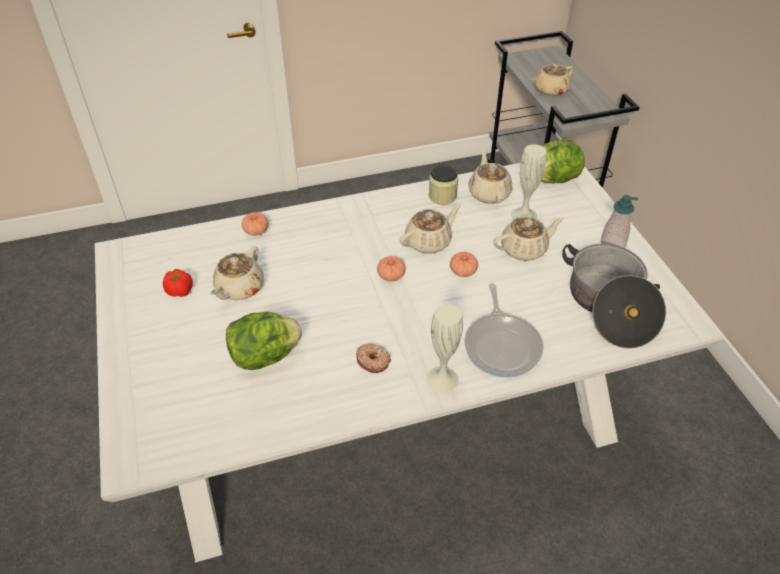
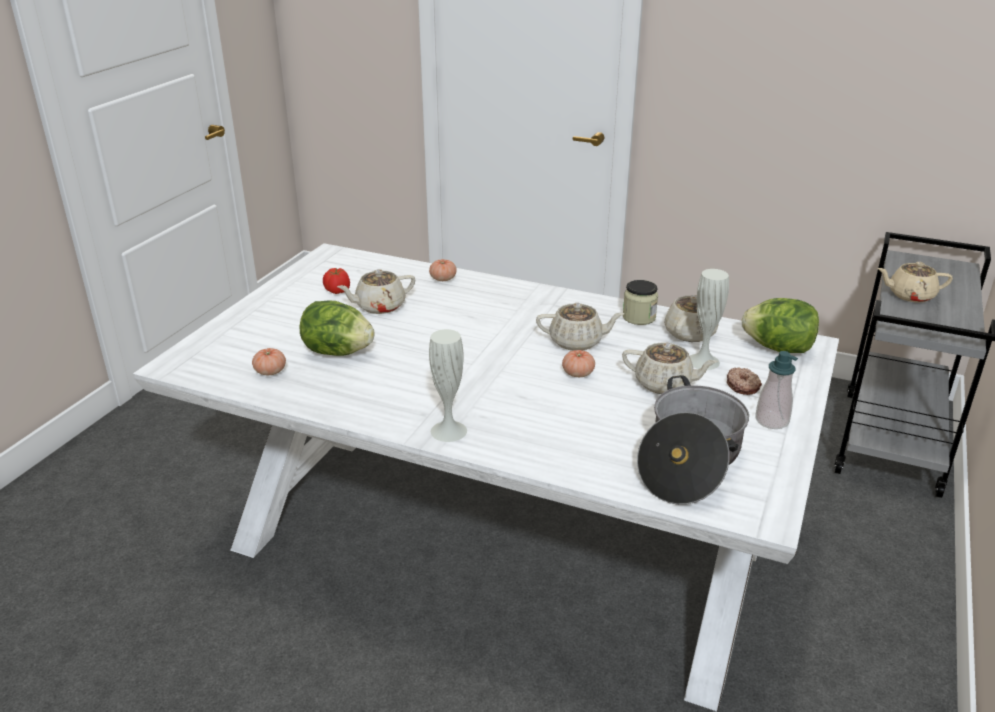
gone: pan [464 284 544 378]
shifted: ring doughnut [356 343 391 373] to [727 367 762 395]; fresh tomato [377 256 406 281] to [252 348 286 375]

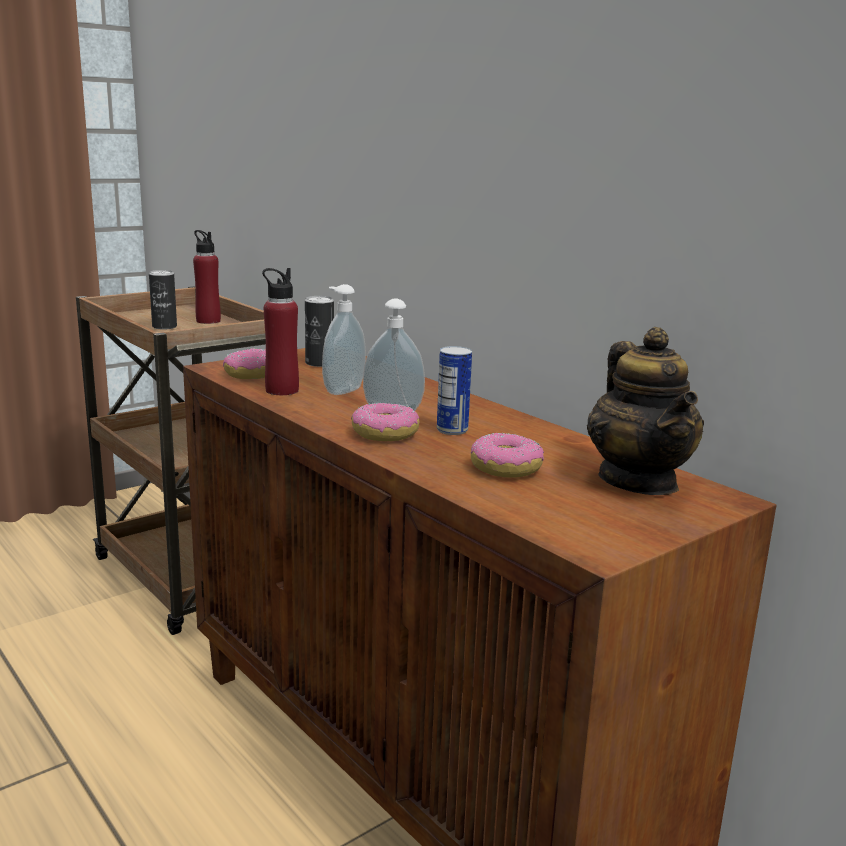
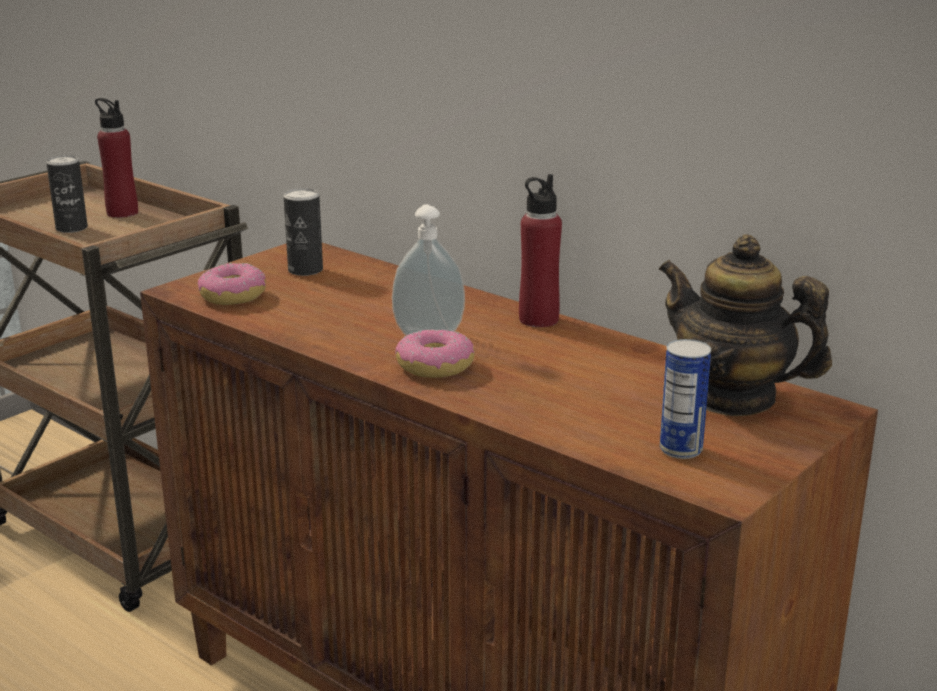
gone: soap bottle [322 284 366 395]; ring doughnut [471 433 544 478]
shifted: beverage bottle in reddish [262 268 299 395] to [519 174 562 327]; can [437 346 472 435] to [660 339 711 459]
rotated: tea pot [587 327 704 495] = [658 234 832 416] 150 degrees clockwise

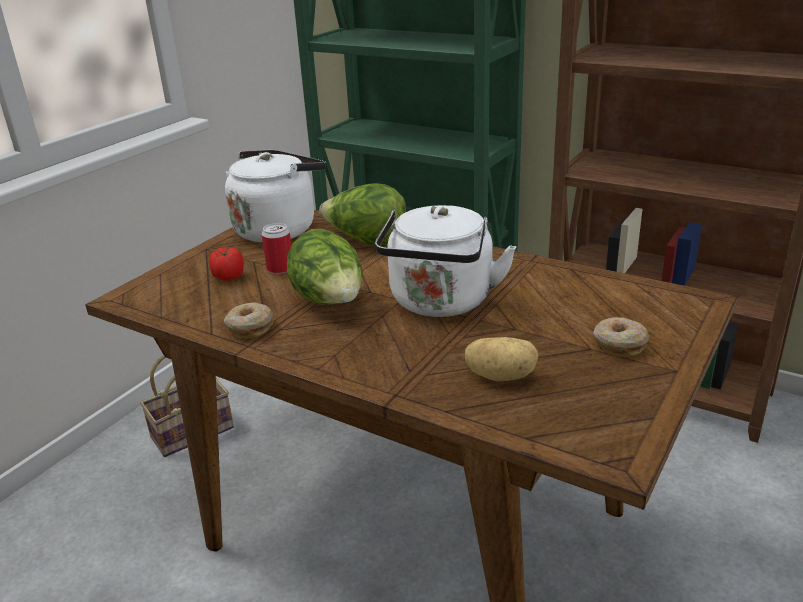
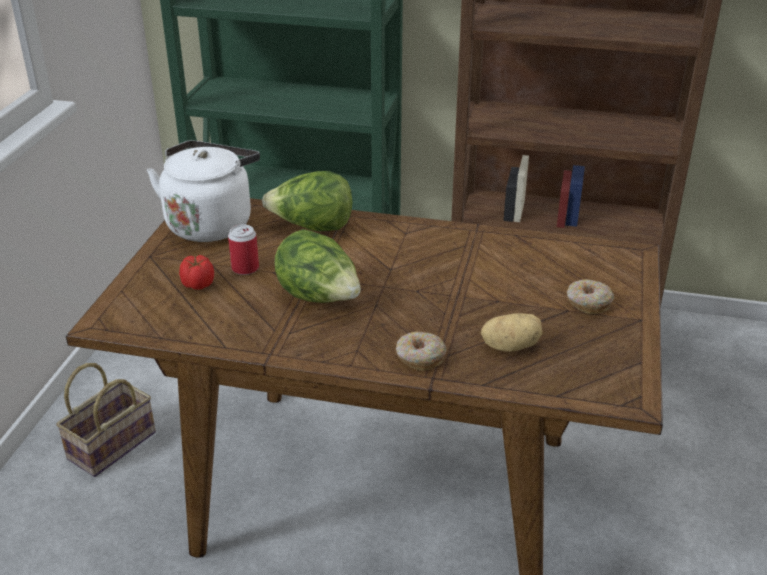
gone: water kettle in white [375 205 517 317]
shifted: ring doughnut [224 302 273 338] to [396 331 447 371]

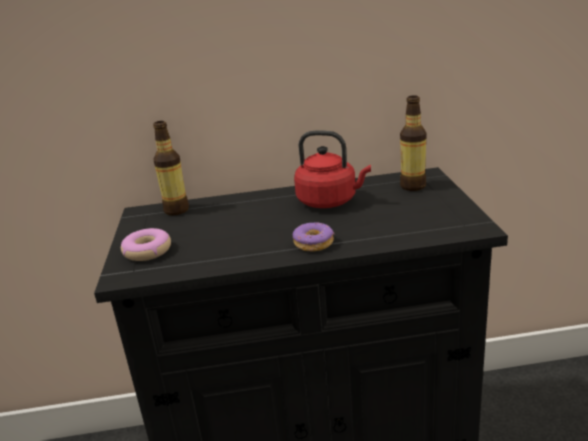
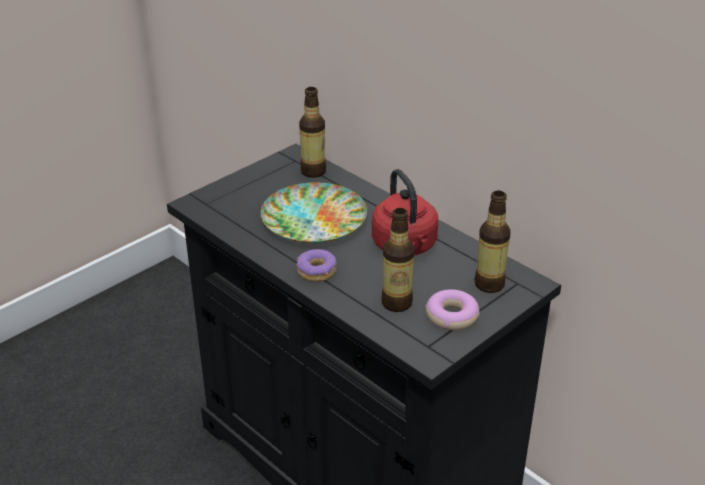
new: plate [261 182 367 244]; beverage bottle [381 208 415 312]
shifted: ring doughnut [121 228 171 261] to [425 289 480 330]

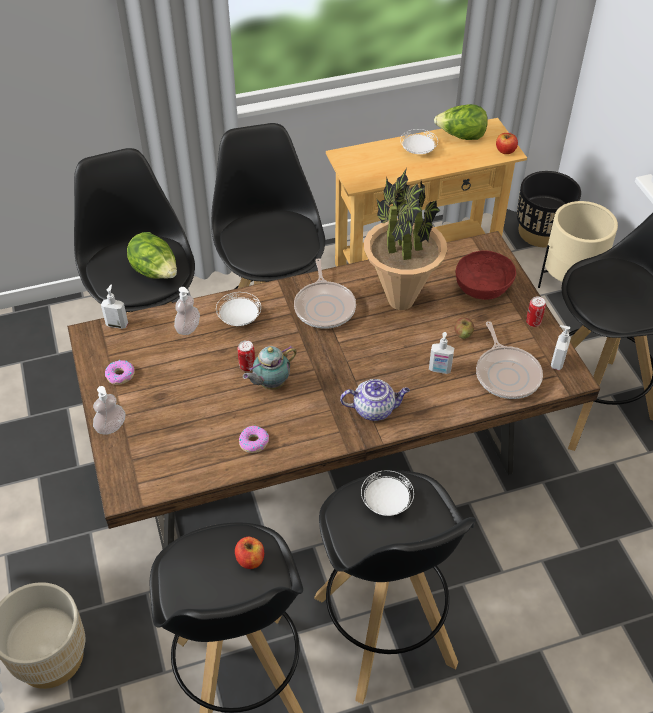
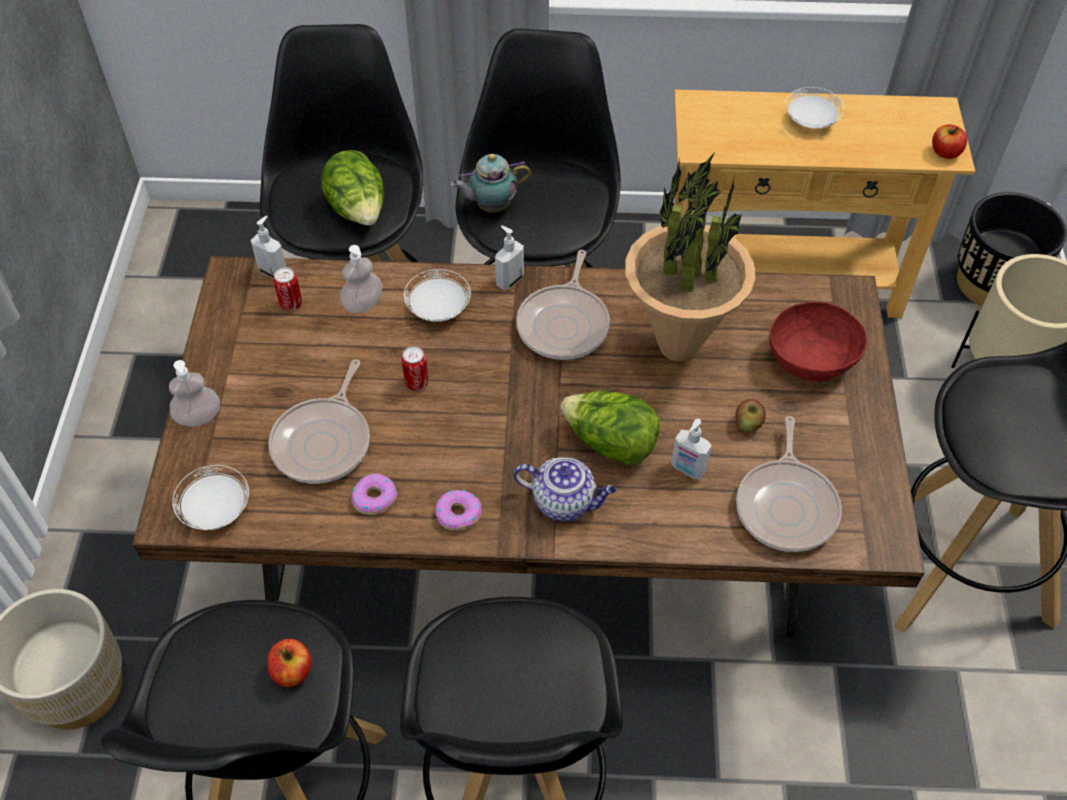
new: pan [268 359 370 484]
shifted: ring doughnut [105 360 135 385] to [435 490 481 531]; tea pot [243 346 297 390] to [451 154 531 213]; plate in white [361 470 414 516] to [172 465 249 530]; lettuce [434 104 488 140] to [561 390 660 465]; can [526 297 546 327] to [273 267 302 311]; soap bottle [551 325 571 370] to [495 225 524 290]

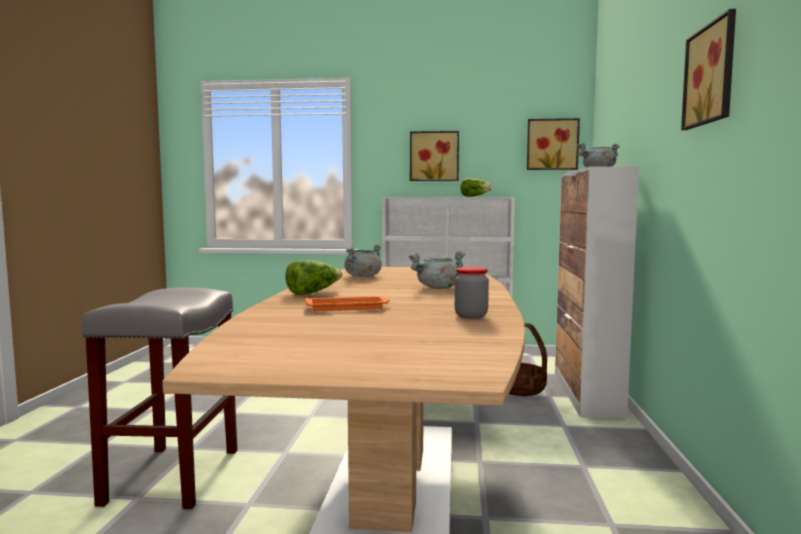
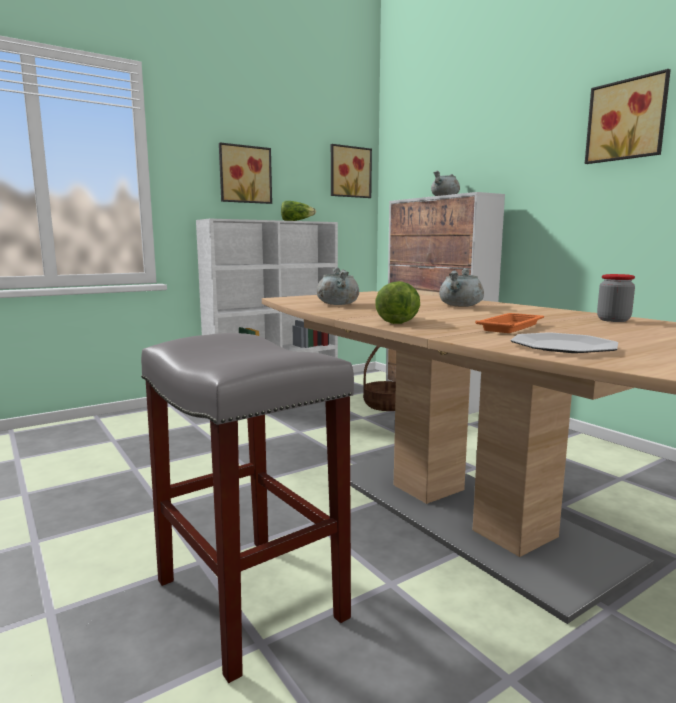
new: plate [510 332 618 353]

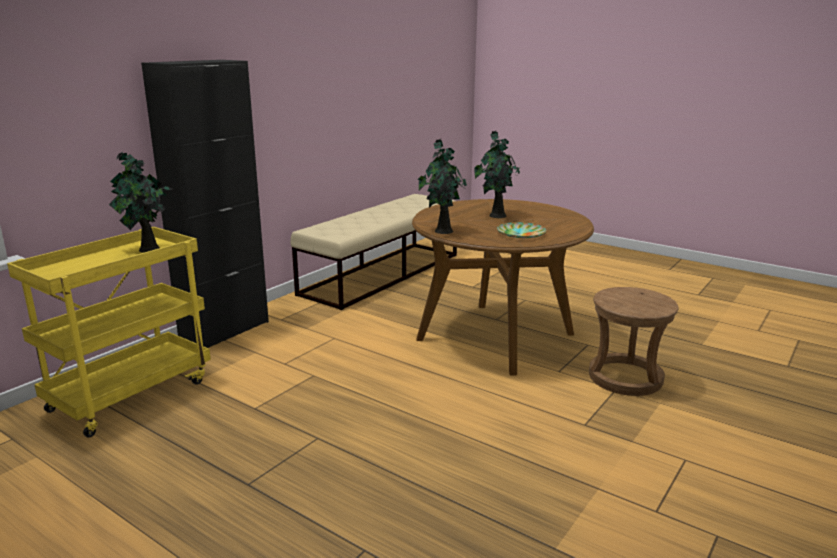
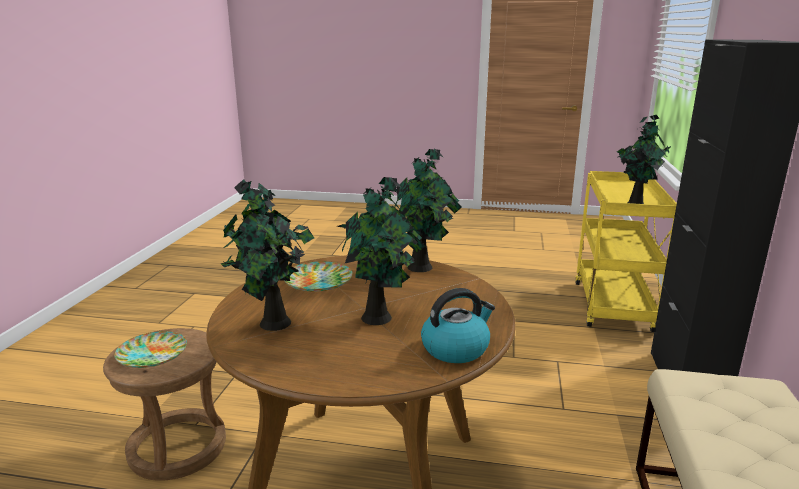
new: plate [114 331 187 368]; potted plant [221 179 314 331]; water kettle [421 288 495 363]

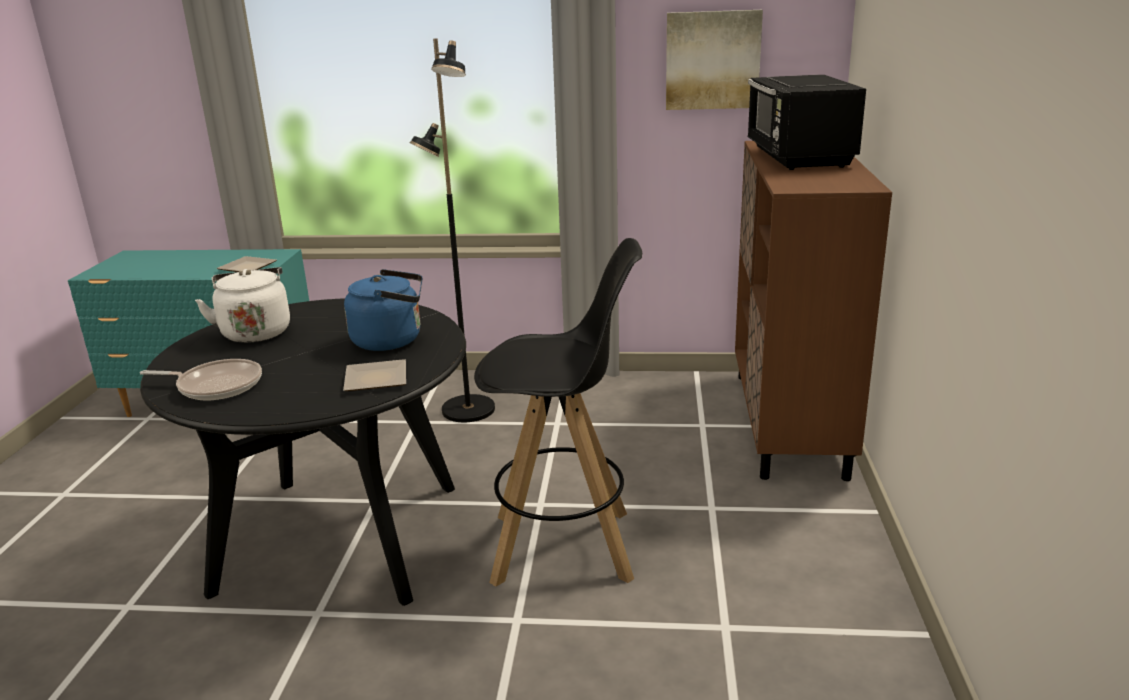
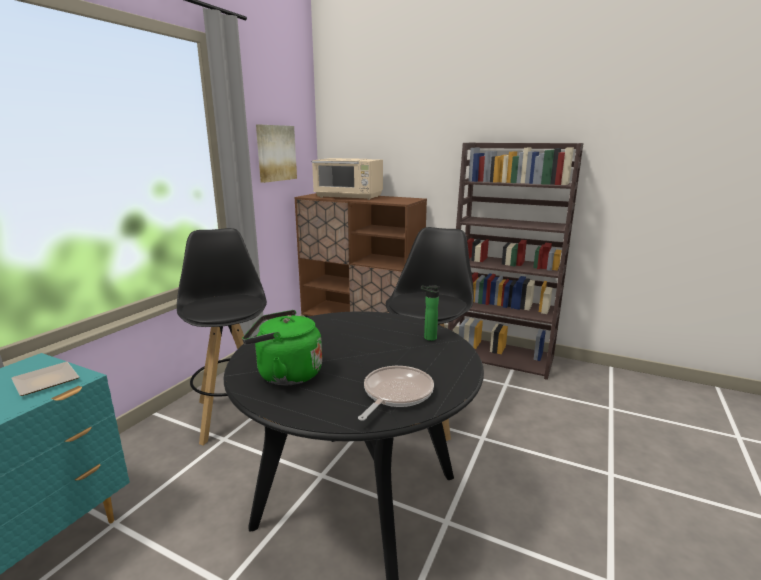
gone: water kettle in bluish [344 269 422 351]
new: bookshelf in brown-coloured [448 143 583 380]
swapped: plate [343 359 406 391] to beverage bottle [421 285 440 341]; standing lamp in black-coloured [409 38 495 422] to stool in black-coloured [177 228 267 445]
repainted: water kettle in white [195 267 290 343] to water kettle in greenish [242 310 322 385]; kitchen microwave in black-coloured [747 75 866 170] to kitchen microwave in sand-coloured [312 158 383 200]

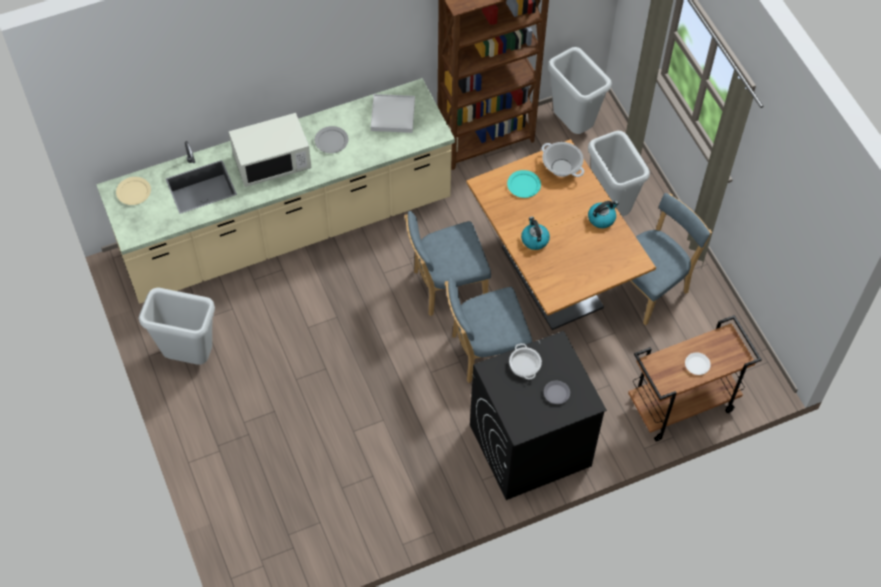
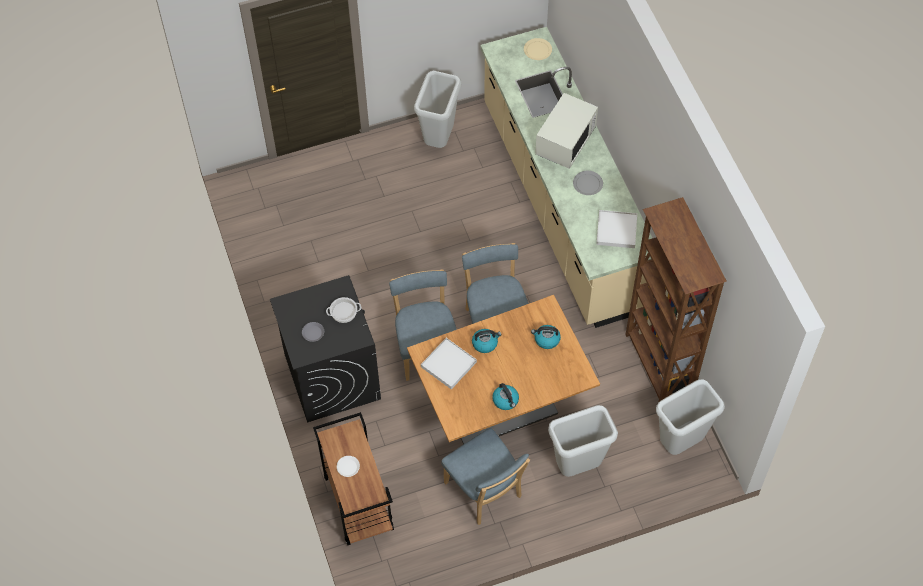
gone: cooking pot [542 142 584 177]
new: serving tray in white [421 338 477 389]
swapped: plate in turquoise [507 170 541 198] to water kettle [531 325 561 349]
rotated: kitchen microwave in white [229 113 311 187] = [535 93 598 169] 135 degrees counterclockwise

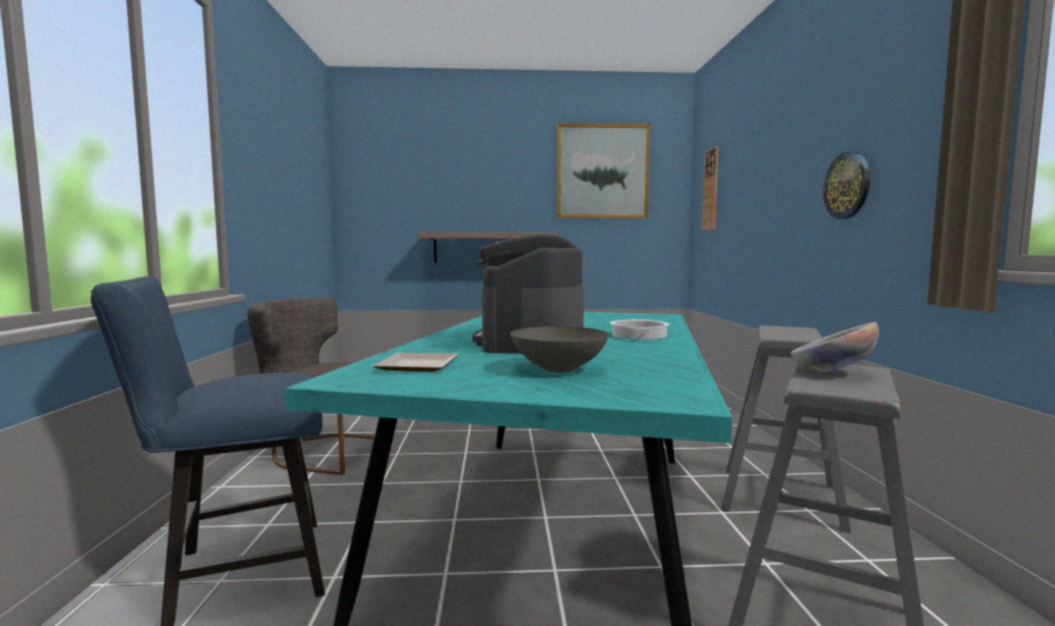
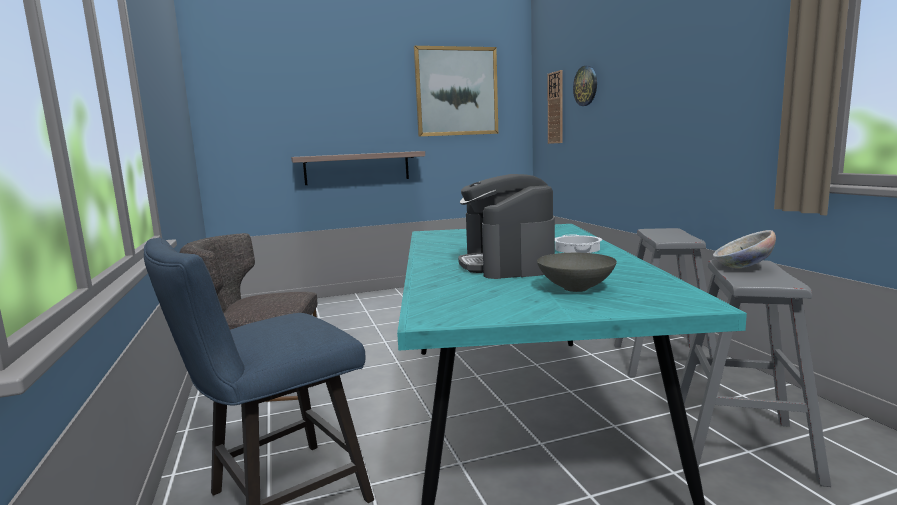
gone: plate [373 353 458 372]
shifted: wall clock [823 152 870 219] to [573 66 597 106]

